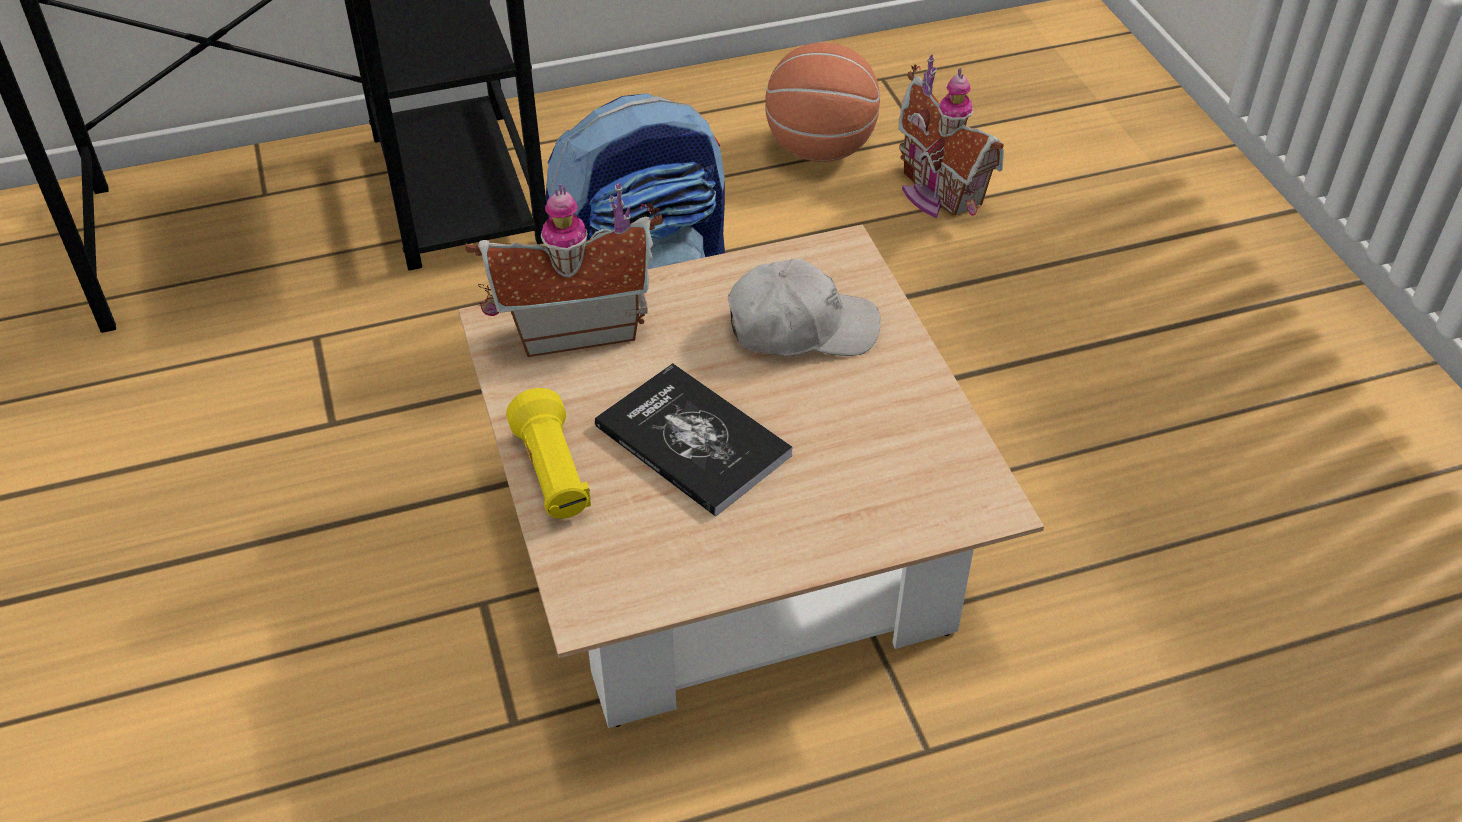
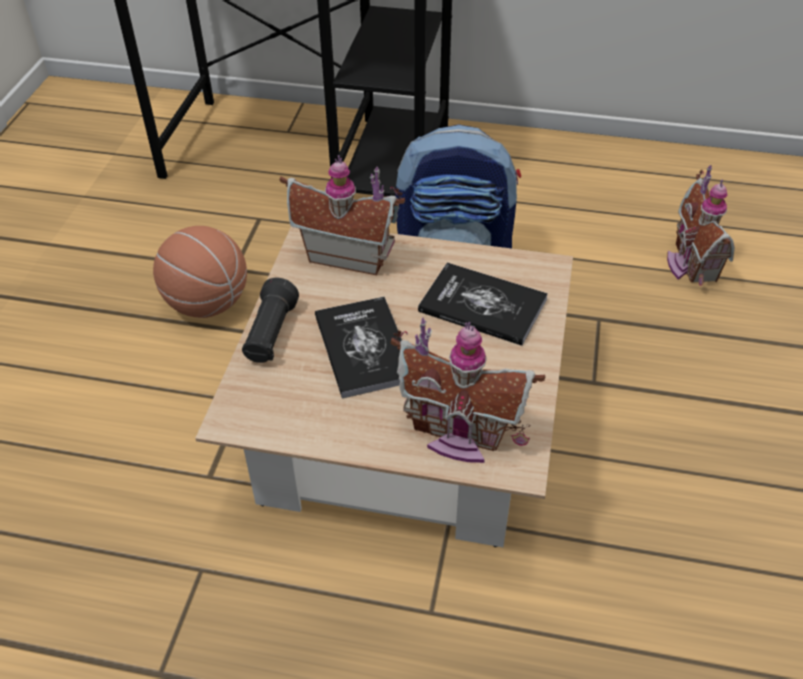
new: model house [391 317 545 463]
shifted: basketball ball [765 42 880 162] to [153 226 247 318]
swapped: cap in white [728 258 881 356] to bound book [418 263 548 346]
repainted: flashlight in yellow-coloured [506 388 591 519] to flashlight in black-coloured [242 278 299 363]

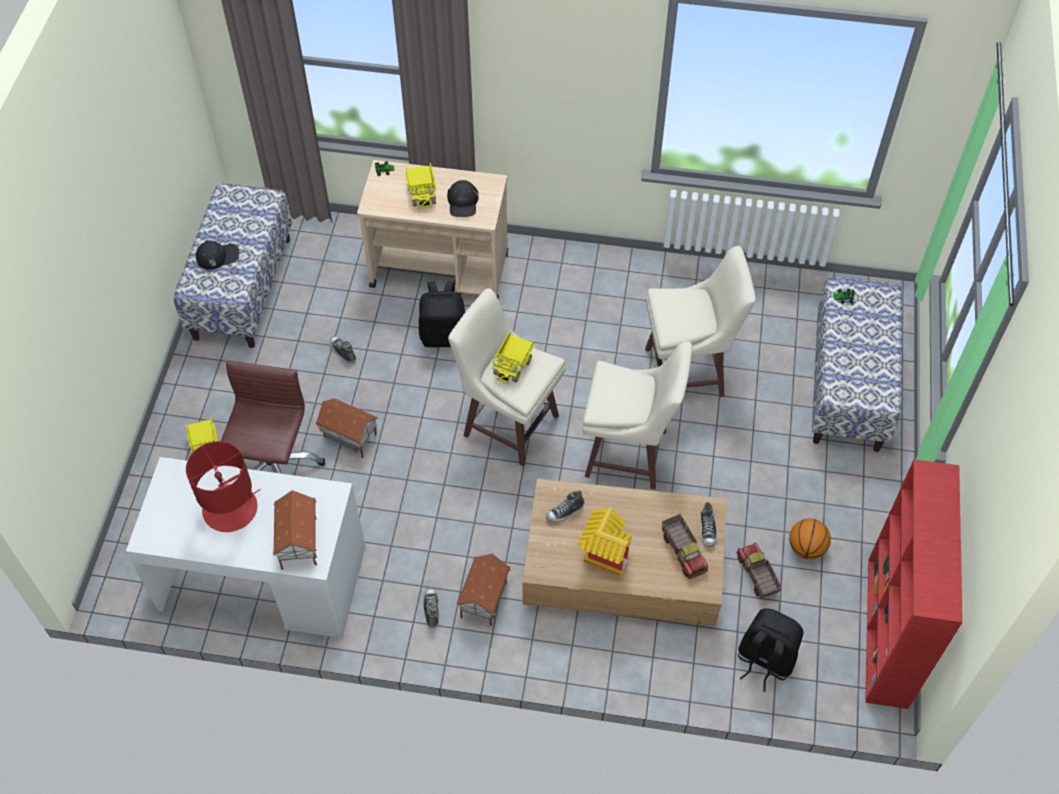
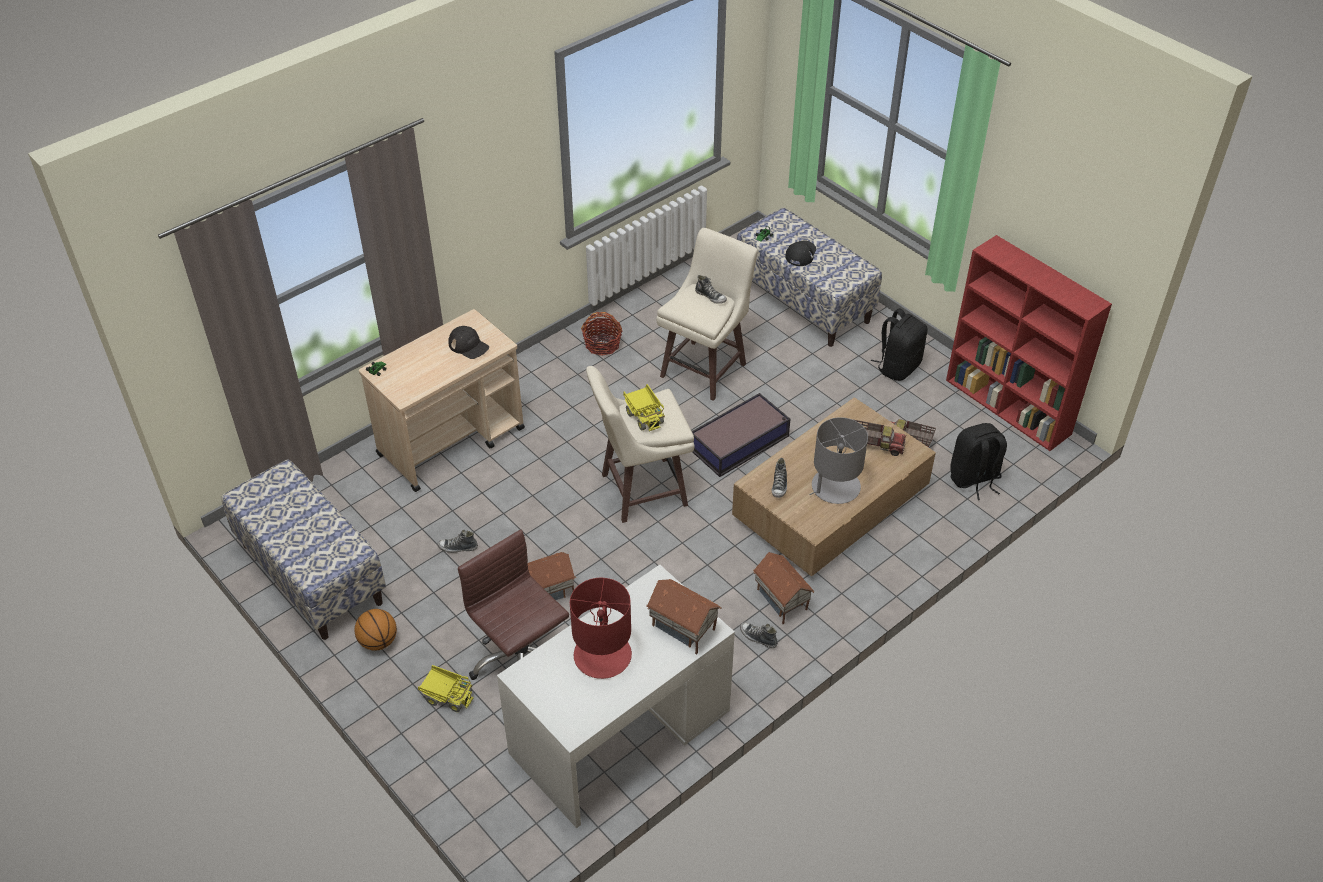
gone: toy truck [406 163 436 209]
new: household basket [581 312 622 356]
shifted: cap in black-coloured [196 240 239 269] to [785 241 816 266]; rucksack in black-coloured [419 282 465 348] to [871 308 928 381]; item of footwear [701 502 717 547] to [695 275 727 304]; basketball ball [789 519 831 559] to [354 609 397 651]
swapped: model house [577 507 632 576] to tabletop lamp in greyish [809 417 868 504]; stool in sand-coloured [582 342 692 490] to storage bin [692 393 791 477]

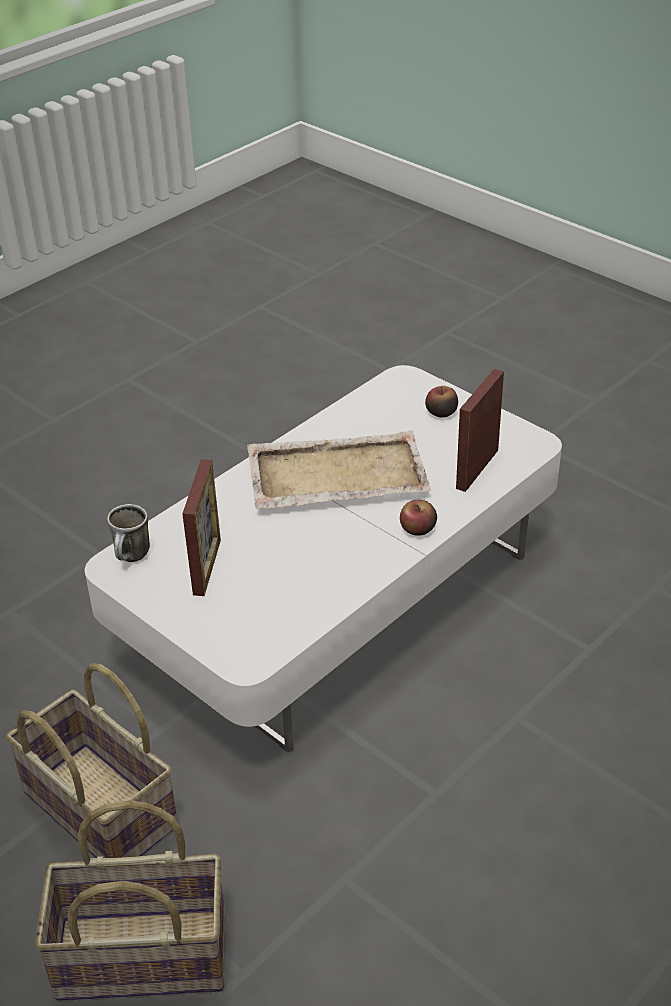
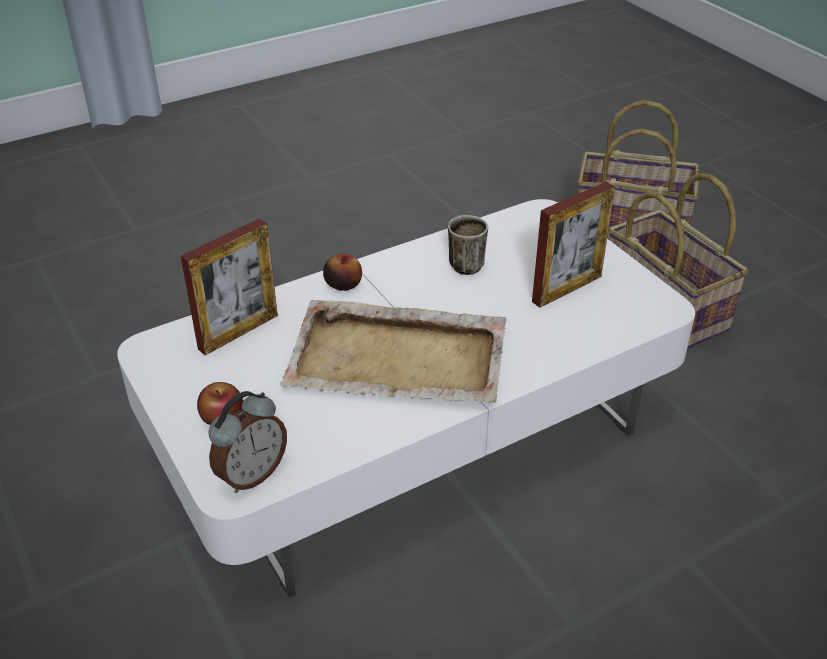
new: bedside clock [209 391 287 493]
shifted: coffee mug [107 504 150 562] to [448 215 488 275]
rotated: standing frame [182 459 221 596] = [532 182 615 308] 150 degrees counterclockwise

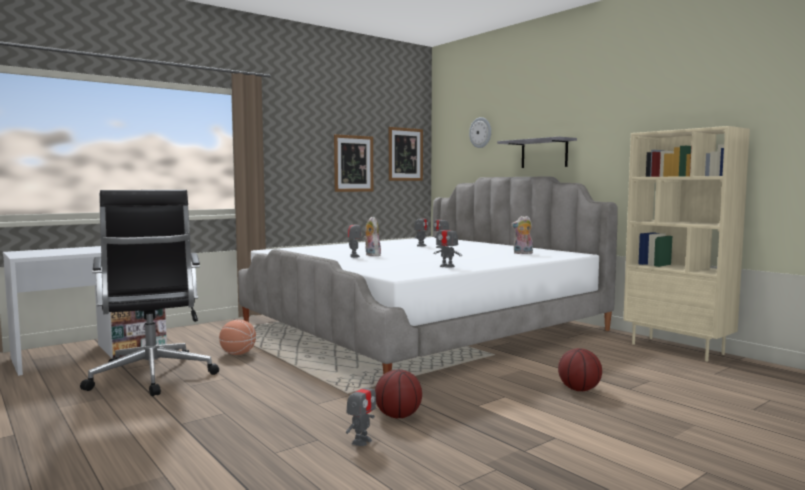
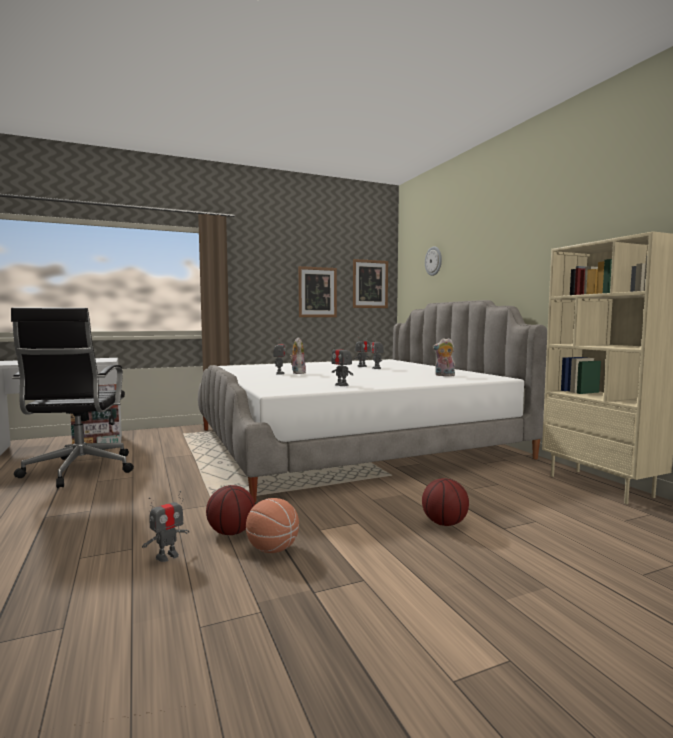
gone: shelf in greyish [497 137 577 168]
shifted: basketball ball [219 320 256 355] to [246 498 299 553]

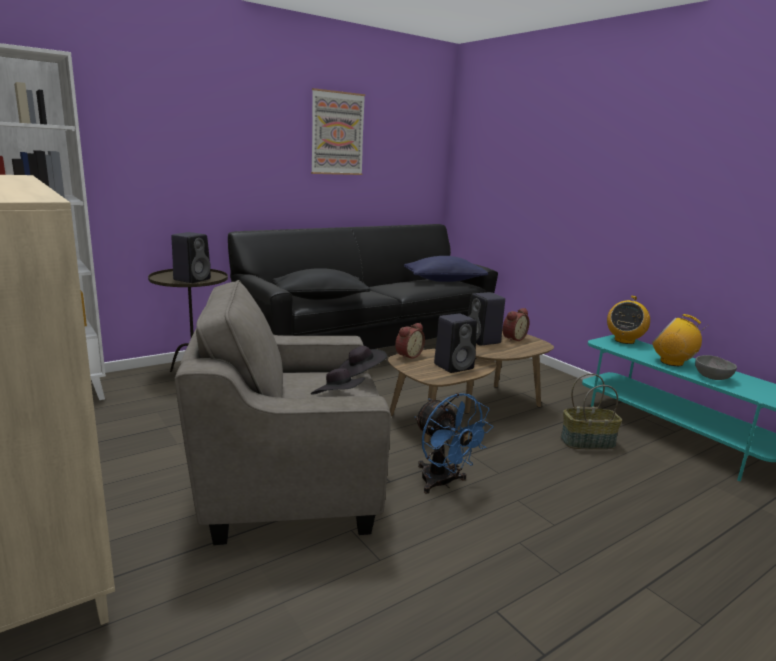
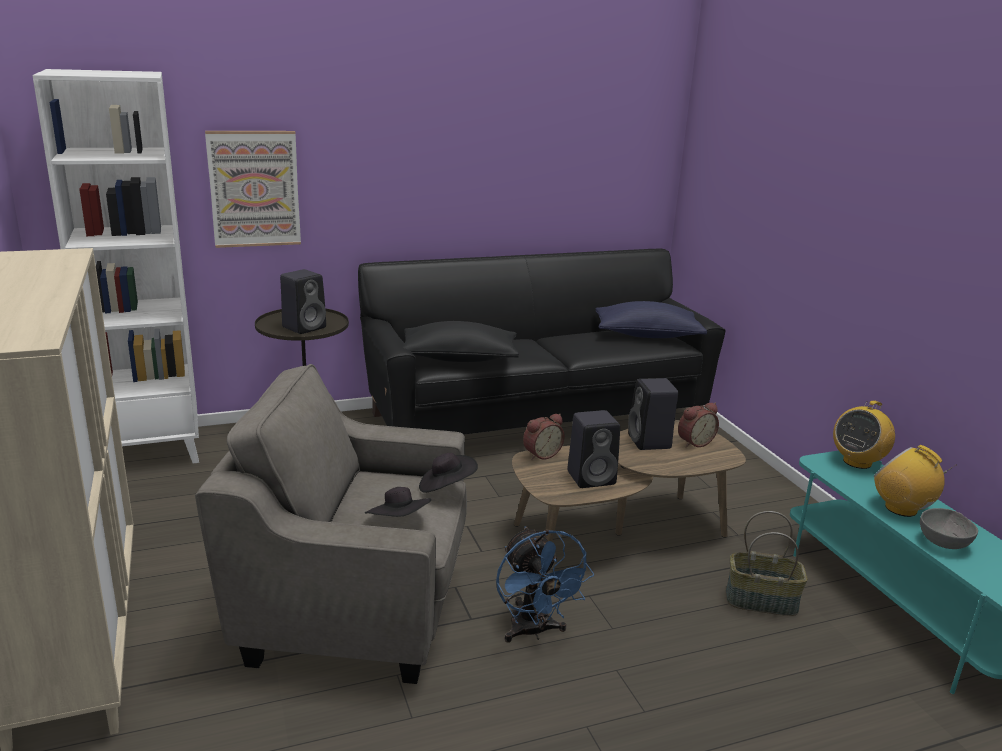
shifted: wall picture [311 88 365 175] to [205 131 301 248]

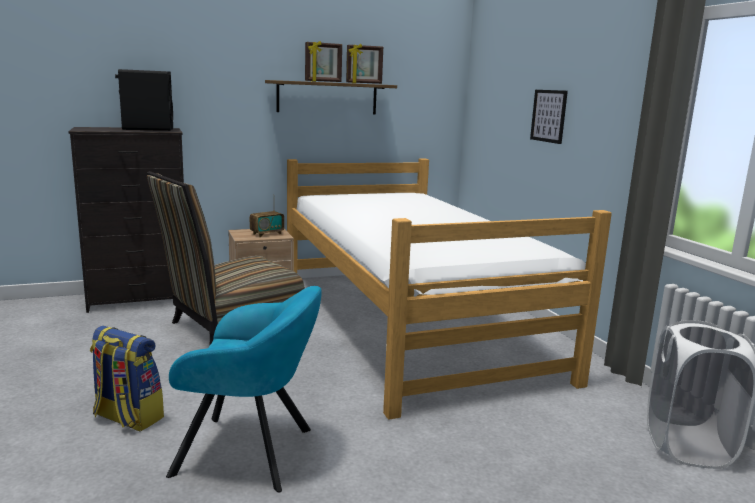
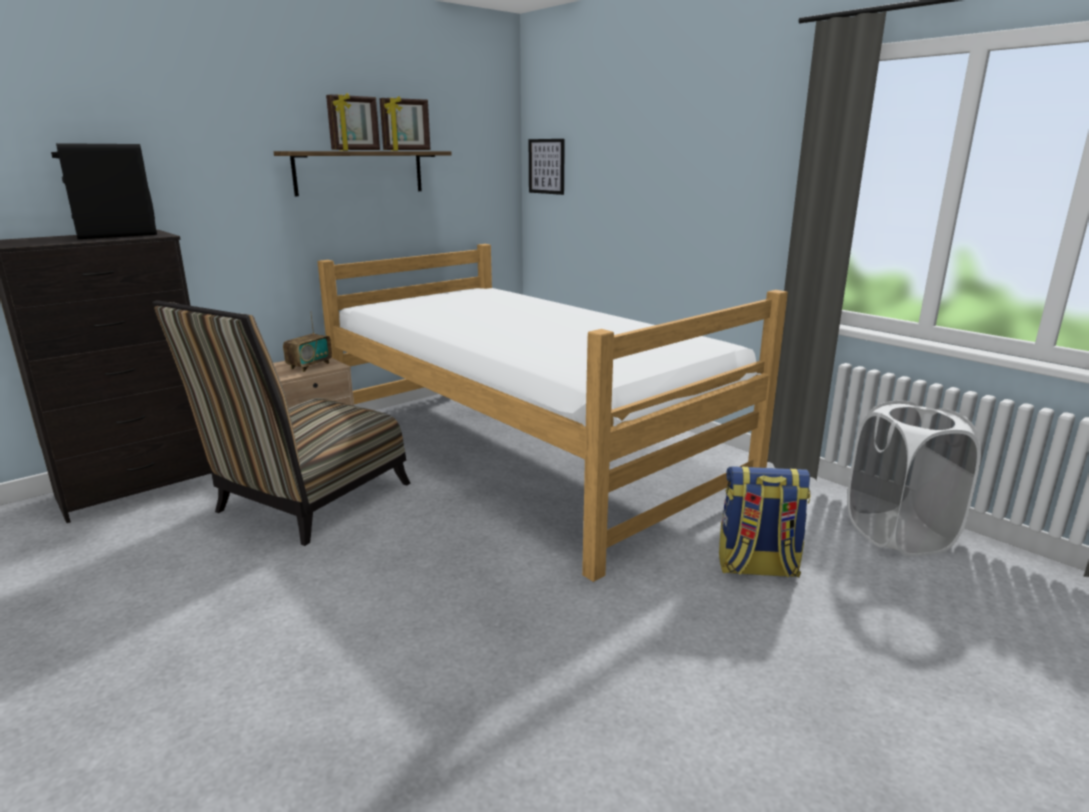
gone: easy chair in turquoise [166 286 322 492]
shifted: rucksack [90 326 164 431] to [719 466 810 578]; wall picture [530 90 568 144] to [529 139 565 195]

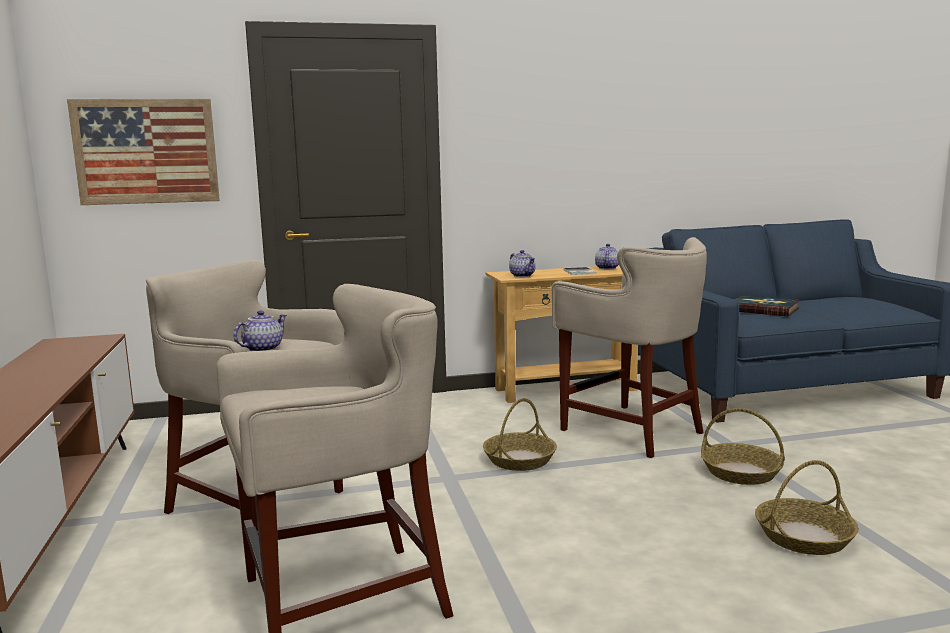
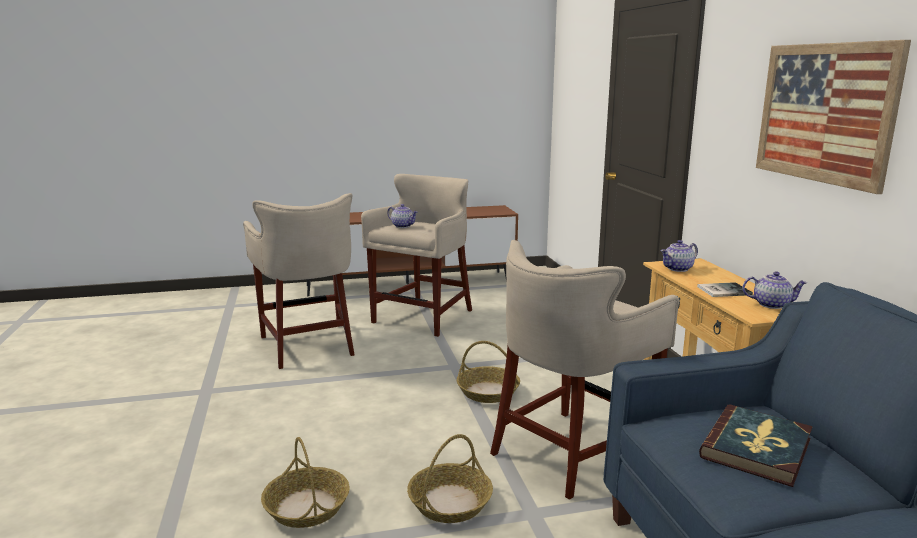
shifted: wall picture [67 99 220 205] to [756 40 911 194]

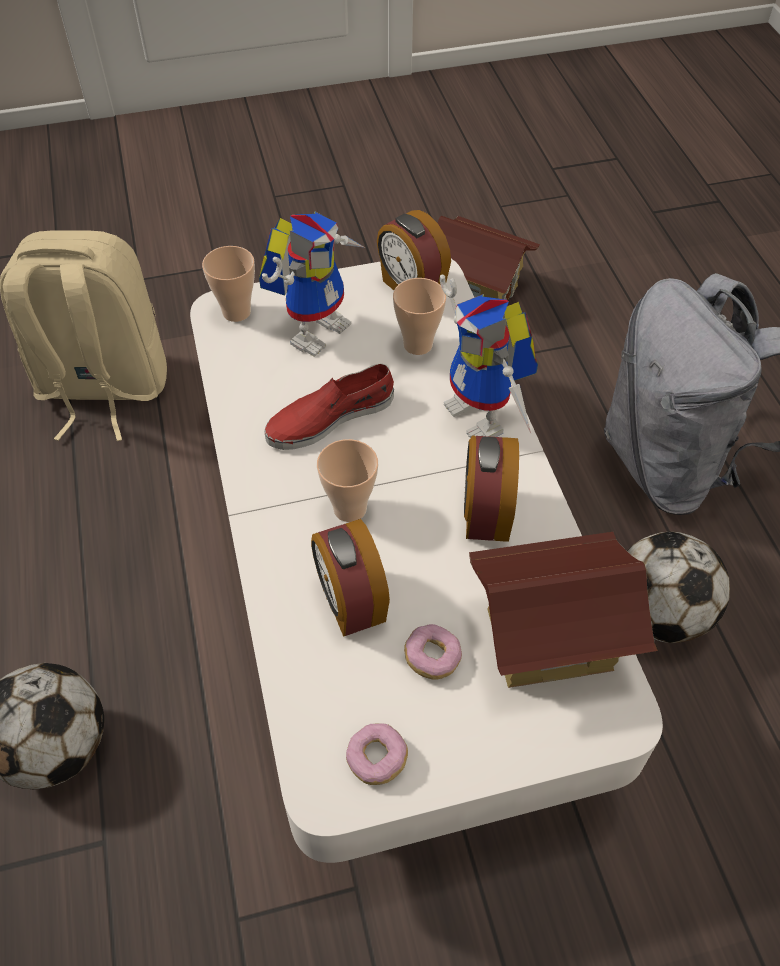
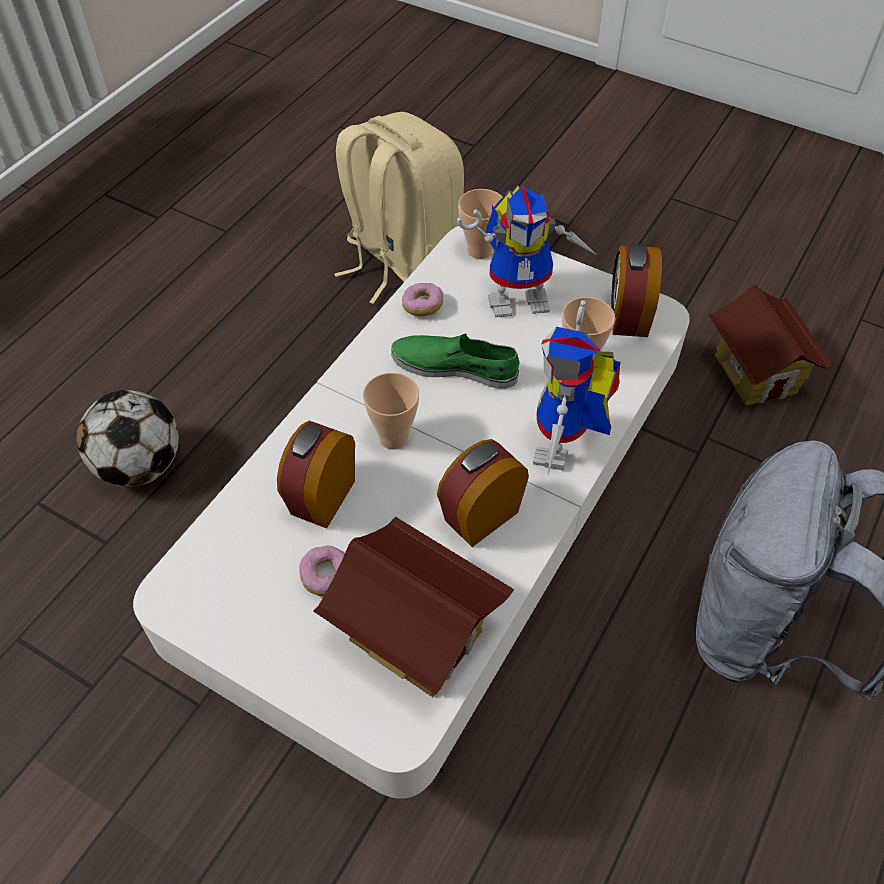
gone: ball for football [627 531 730 643]
shifted: ring doughnut [346 723 408 785] to [402 283 443 316]
repainted: item of footwear in reddish [264 363 394 450] to item of footwear in greenish [391 334 520 389]

